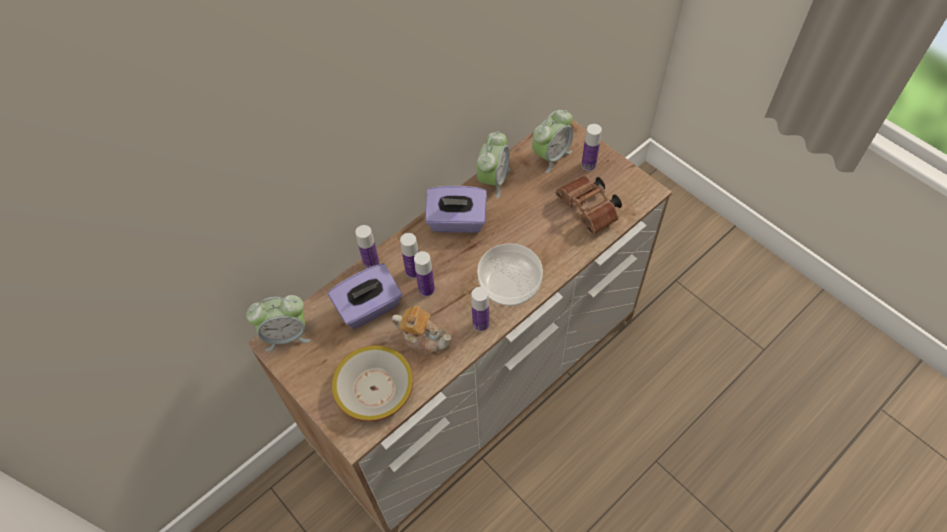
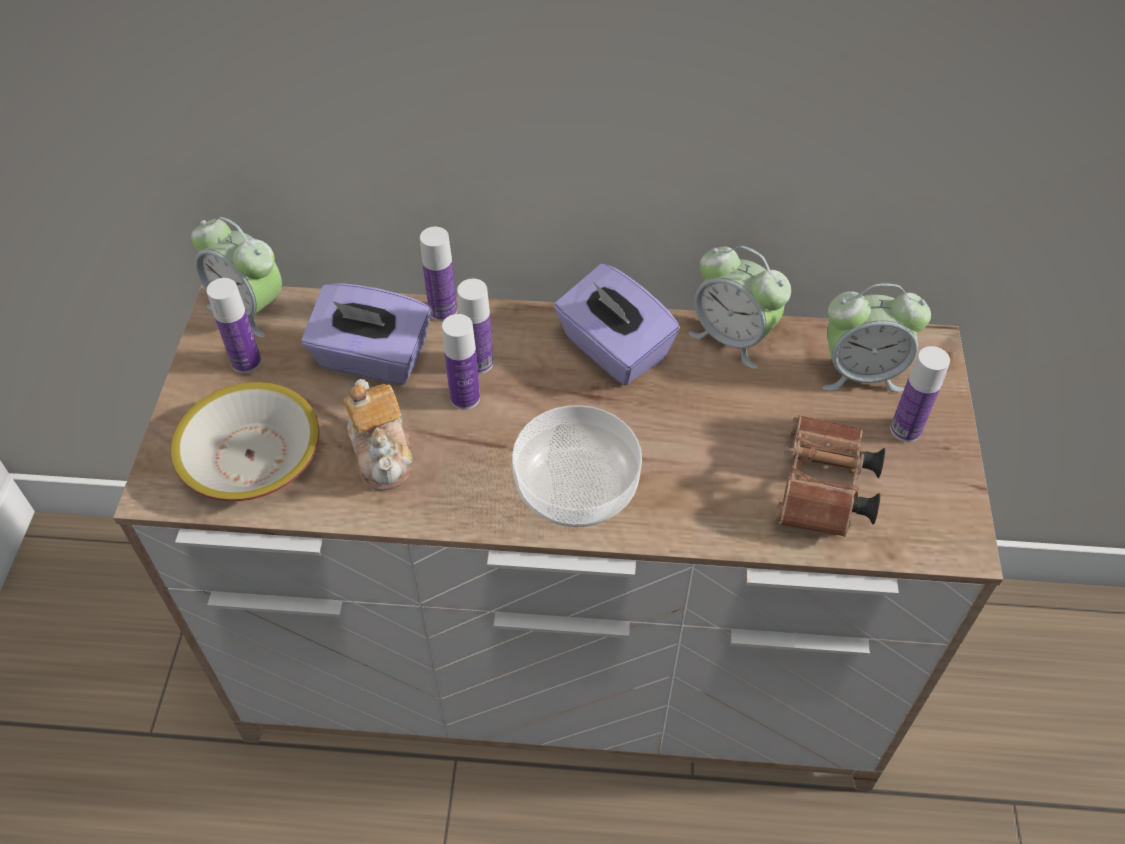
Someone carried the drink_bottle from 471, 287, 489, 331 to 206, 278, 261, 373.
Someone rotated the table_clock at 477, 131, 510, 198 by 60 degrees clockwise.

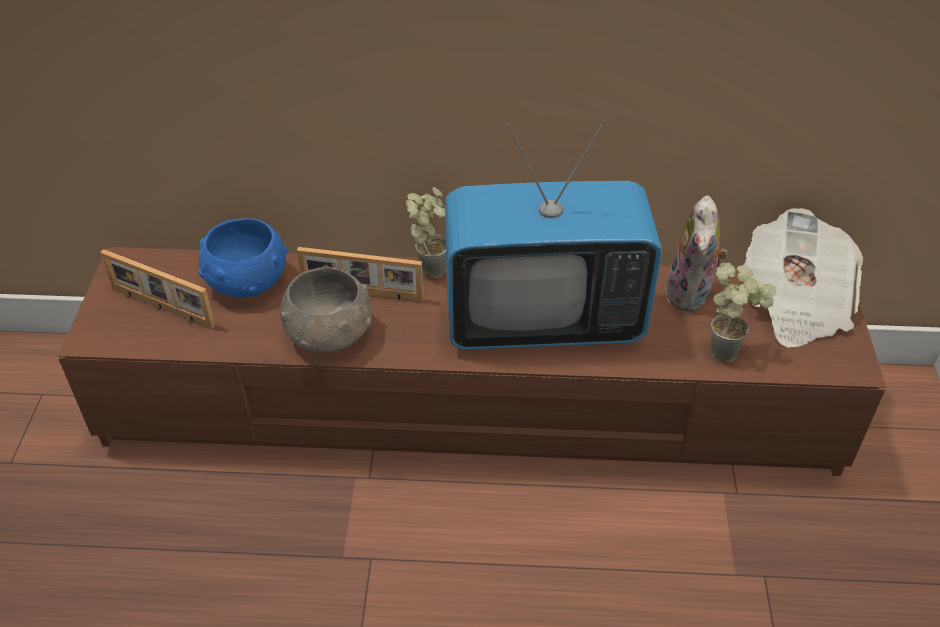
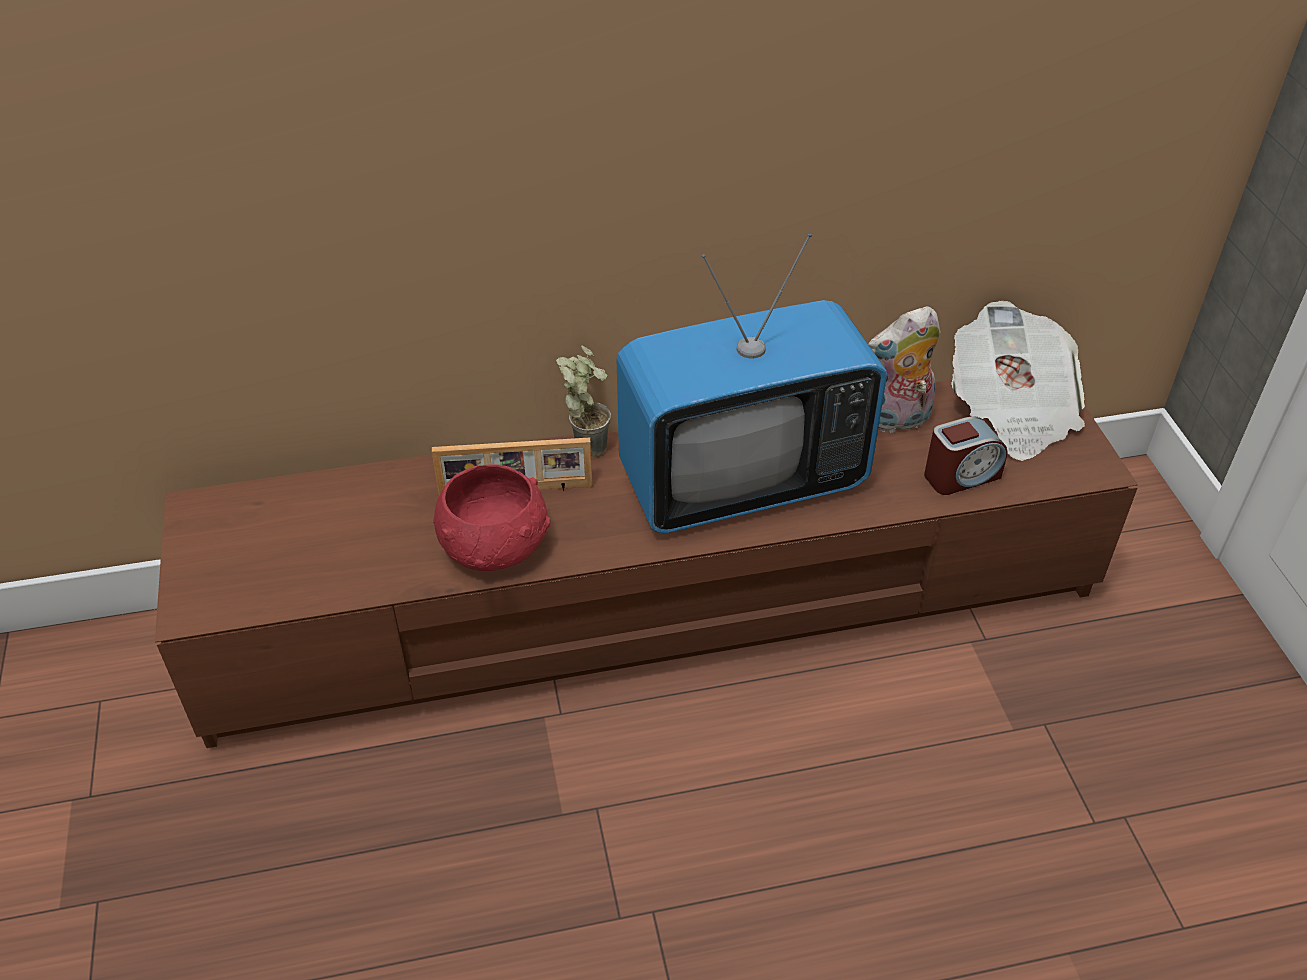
Someone took away the picture_frame at 100, 249, 215, 329.
Someone took away the bluish_serving_bowl at 198, 218, 288, 298.
Someone swapped the potted_plant at 710, 262, 776, 363 for the table_clock at 924, 416, 1008, 495.
Someone repainted the gray_serving_bowl at 280, 267, 372, 352, which became the red_serving_bowl at 433, 464, 550, 571.
Someone rotated the plush_toy at 665, 195, 728, 311 by 75 degrees clockwise.

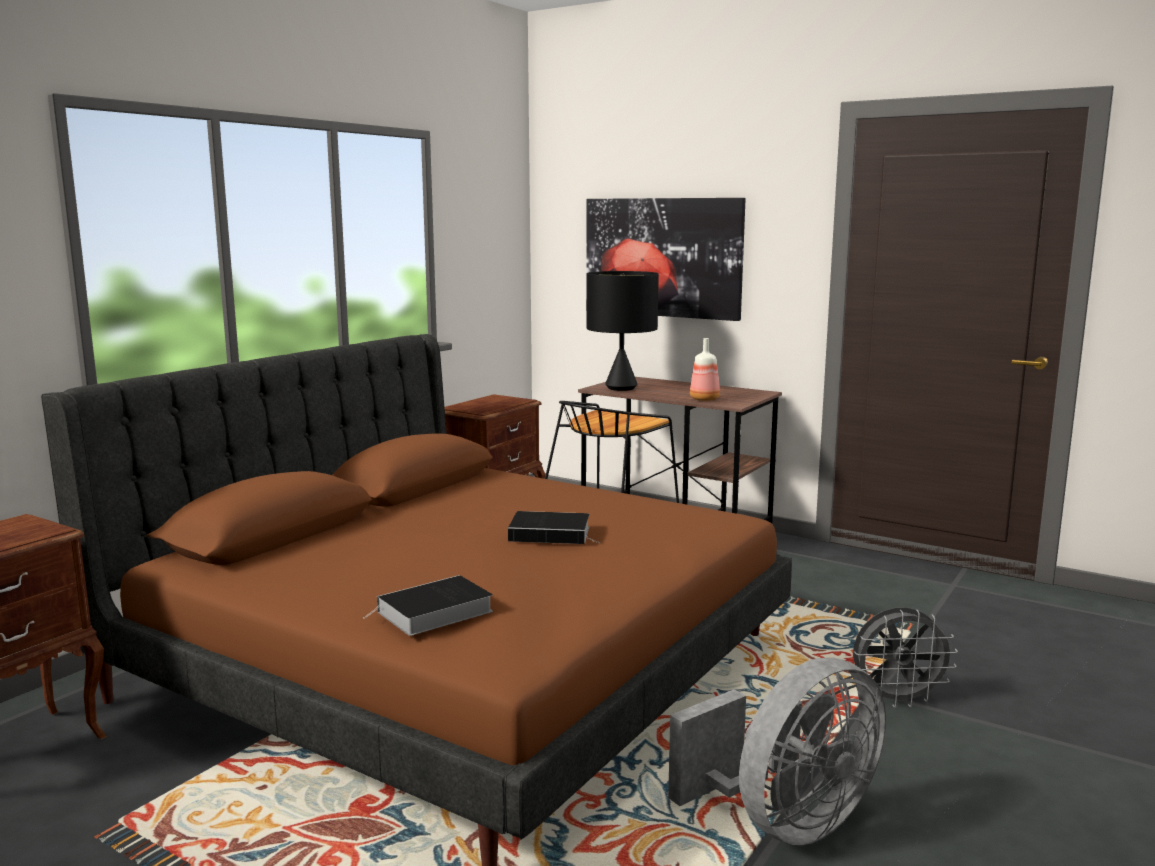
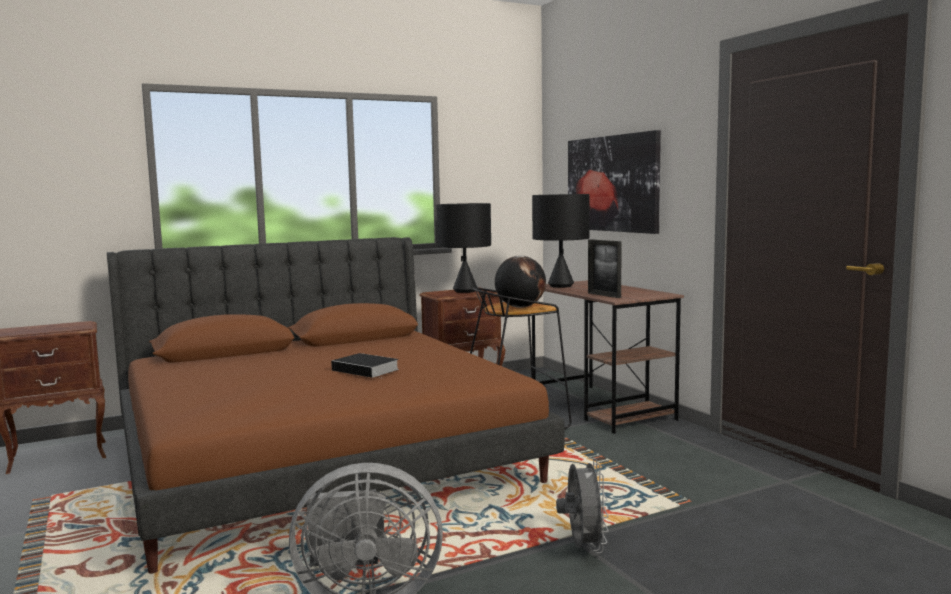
Someone took away the volume at 363, 575, 493, 636.
Someone put down the black_lamp_for_a_table at 436, 203, 491, 293.
Someone put down the desk_globe at 495, 256, 546, 308.
Someone swapped the drink_bottle at 690, 338, 720, 401 for the picture_frame at 588, 239, 622, 298.
Someone rotated the gray_cooling_fan at 853, 608, 958, 708 by 120 degrees counterclockwise.

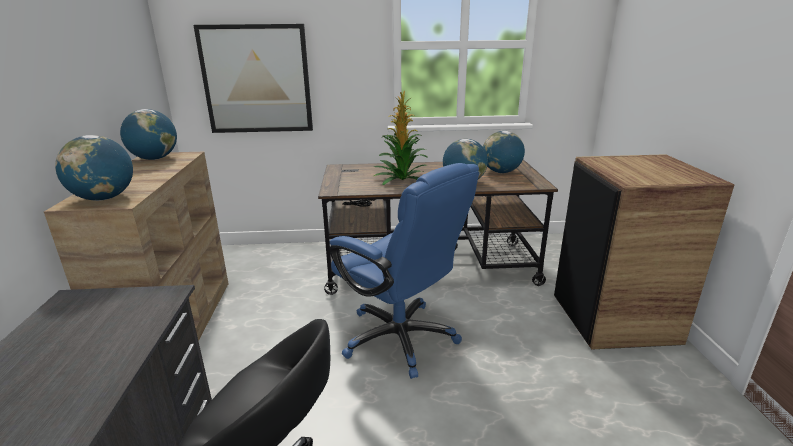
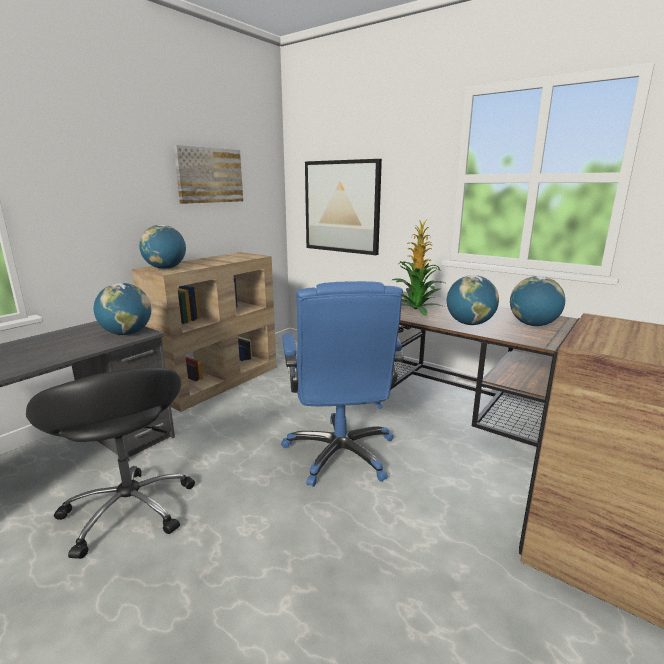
Someone put up the picture at 173, 145, 243, 204.
Someone carried the desk_globe from 120, 109, 177, 160 to 94, 283, 151, 335.

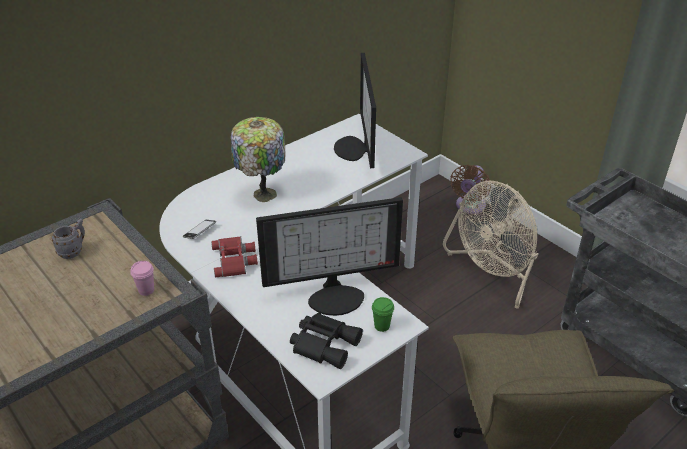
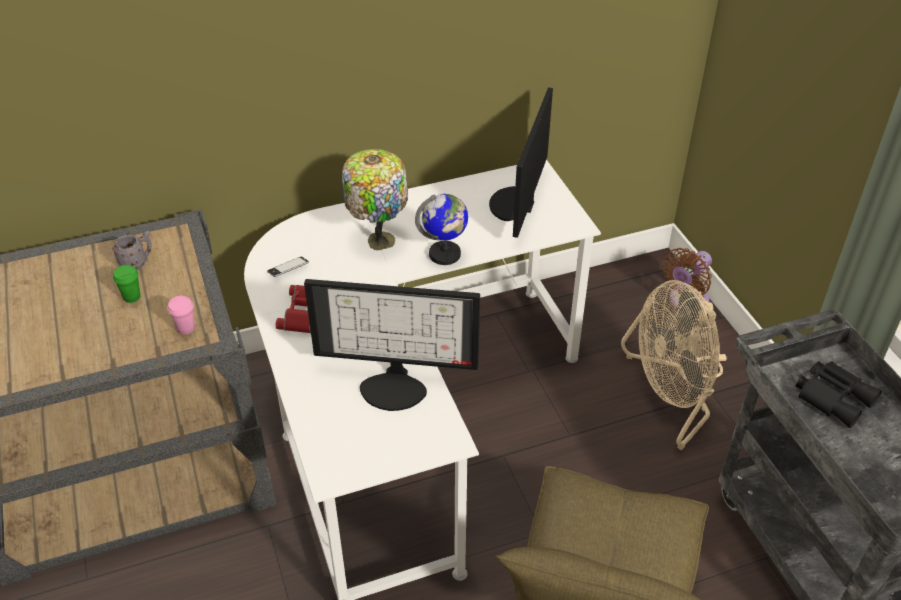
Someone put down the desk_globe at 415, 194, 468, 265.
Someone carried the black_field_glasses from 290, 313, 363, 369 to 796, 361, 882, 428.
Someone carried the green-coloured_cup from 372, 297, 394, 332 to 113, 265, 141, 303.

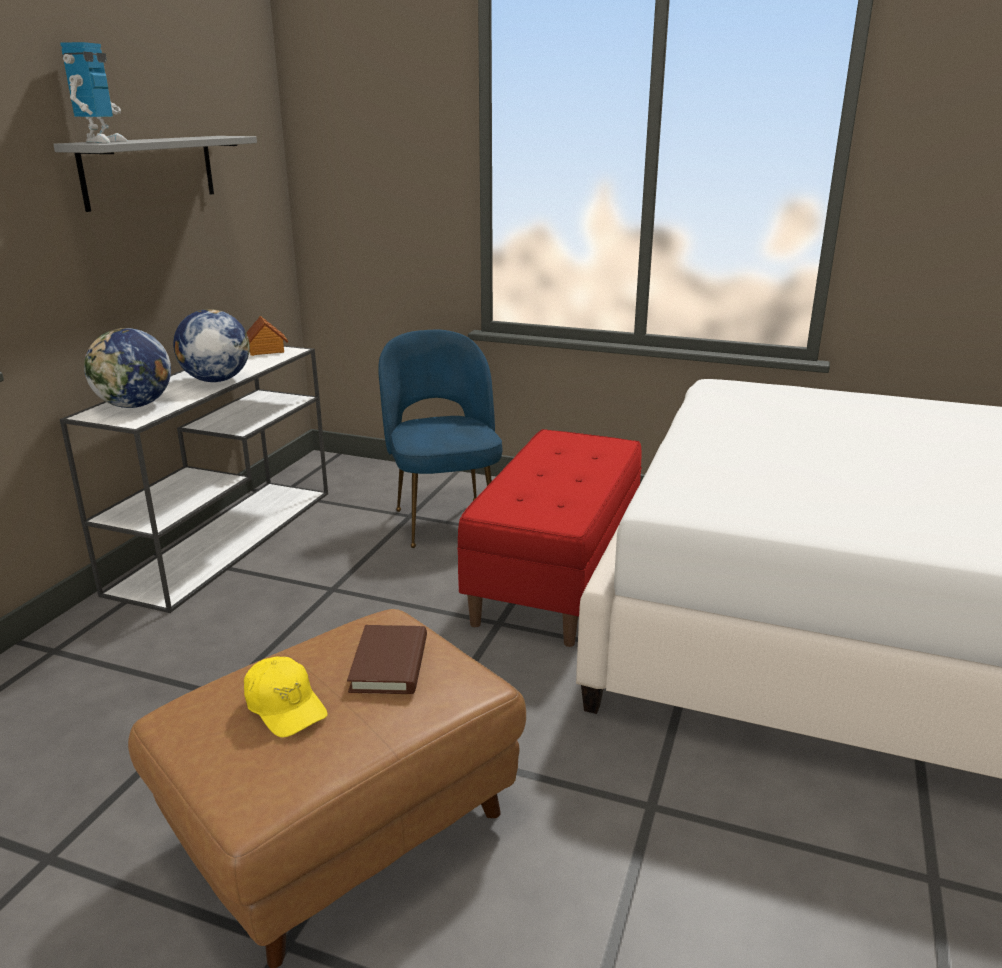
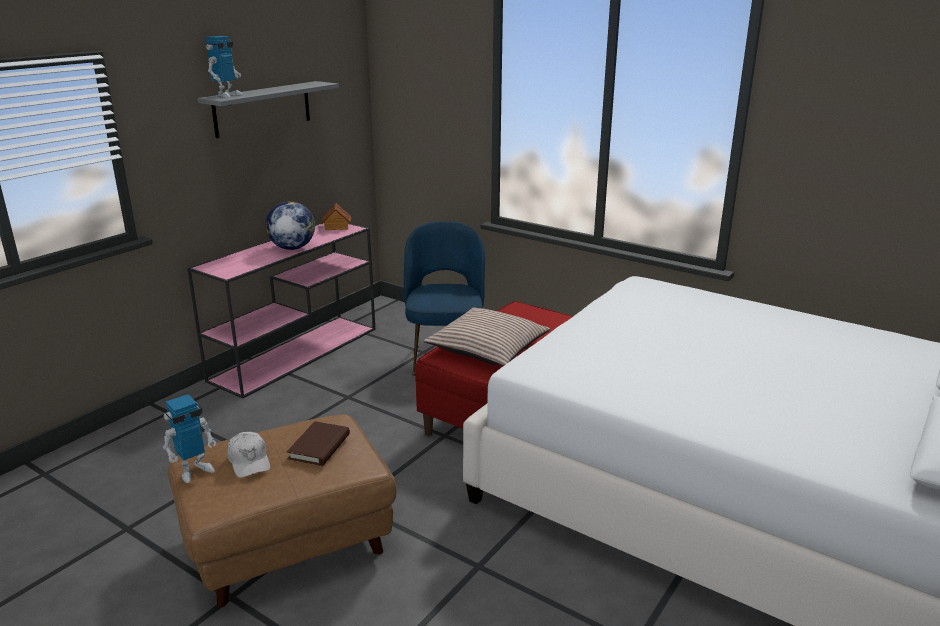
Someone took away the desk_globe at 84, 328, 171, 408.
Someone put down the model_robot at 163, 394, 216, 483.
Someone put down the cushion at 424, 307, 550, 366.
Someone repainted the whitish_narrow_table at 60, 346, 328, 613, which became the pink_narrow_table at 187, 223, 375, 399.
Someone repainted the yellow-coloured_peaked_cap at 244, 656, 328, 737, which became the whitish_peaked_cap at 227, 432, 270, 478.

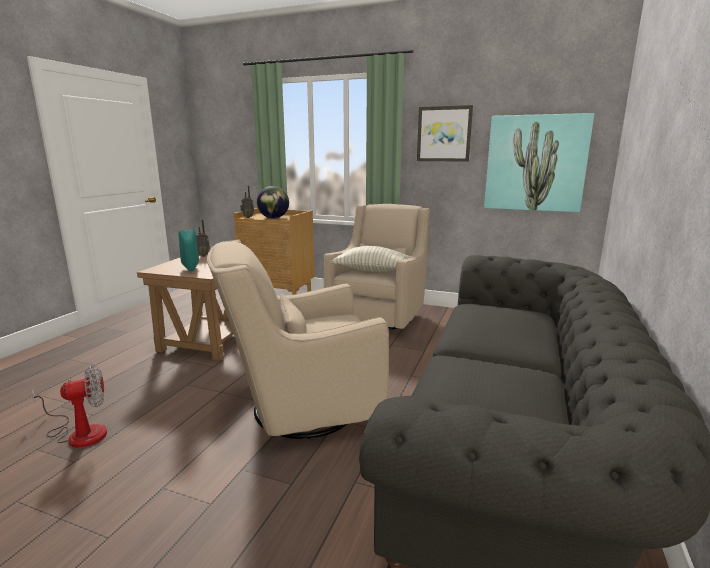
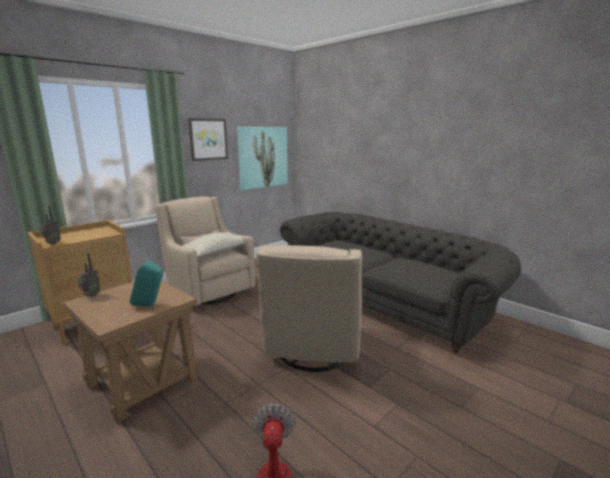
Someone took away the desk_globe at 257, 186, 289, 219.

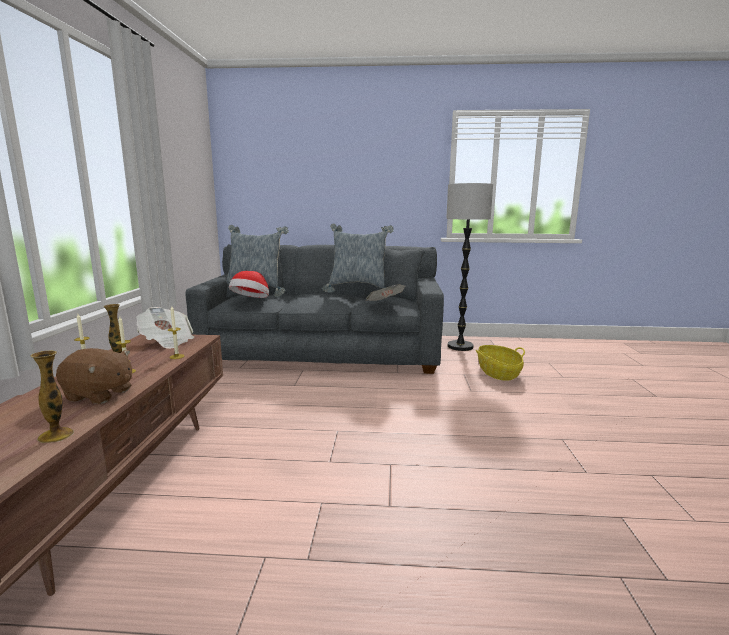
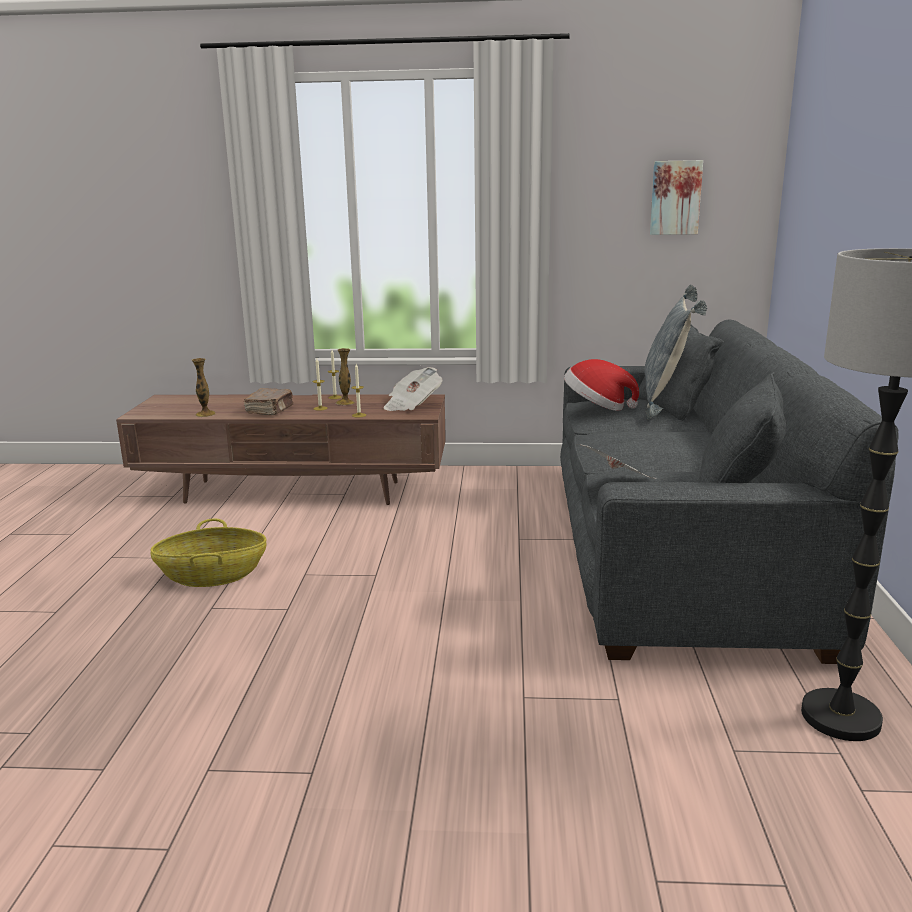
Someone took away the cushion at 322, 223, 394, 293.
Someone put up the picture at 650, 160, 703, 235.
Someone carried the basket from 476, 345, 525, 381 to 150, 518, 267, 587.
Someone swapped the brown_plush_toy at 56, 348, 132, 404 for the brown_volume at 244, 388, 294, 415.

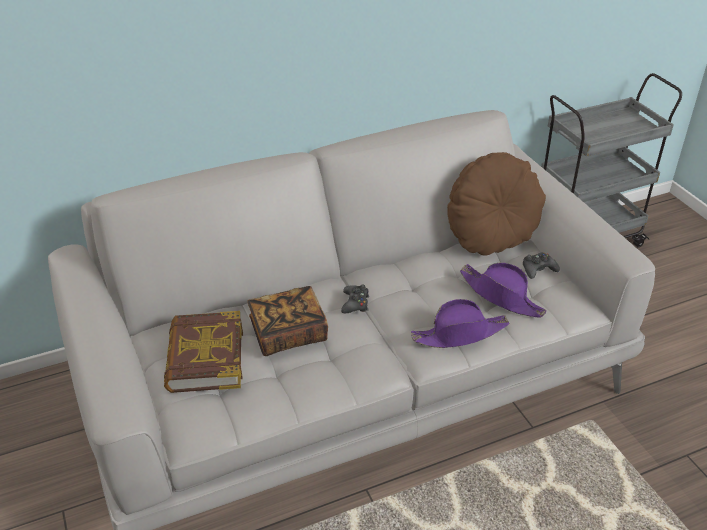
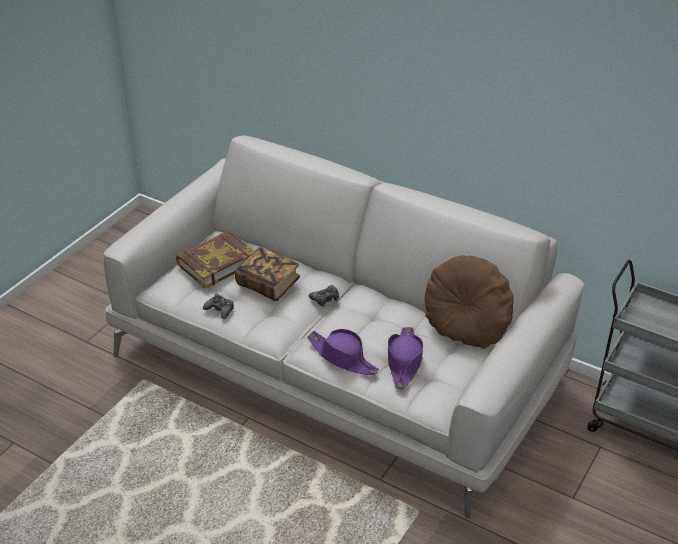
Someone carried the black_joypad from 523, 252, 560, 279 to 203, 294, 234, 319.

